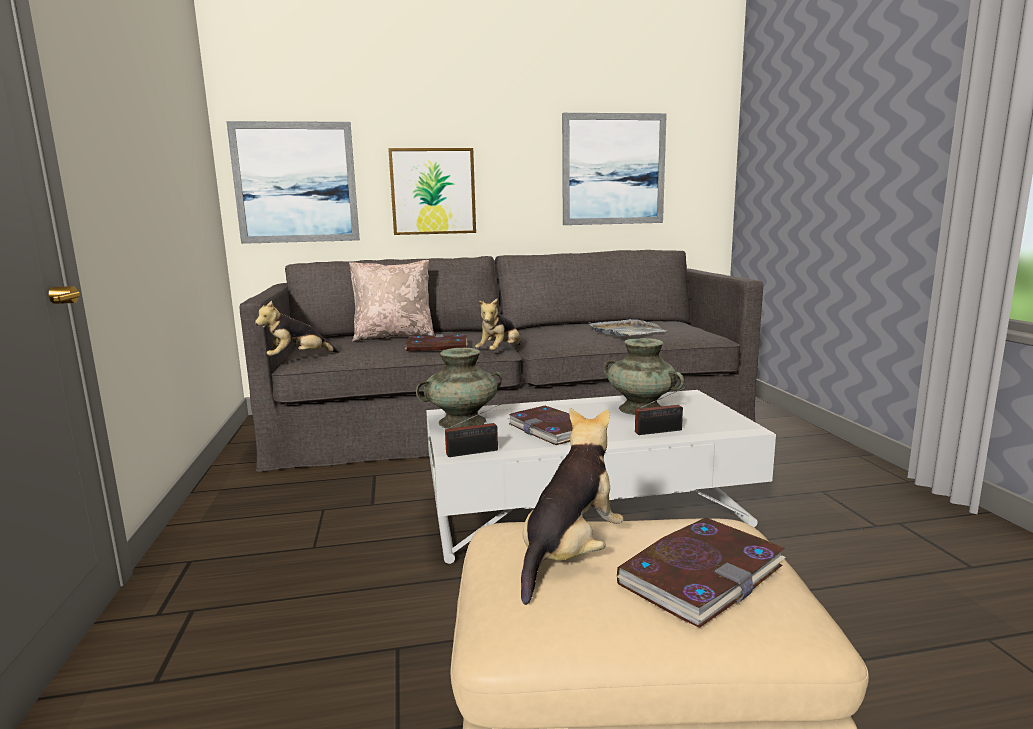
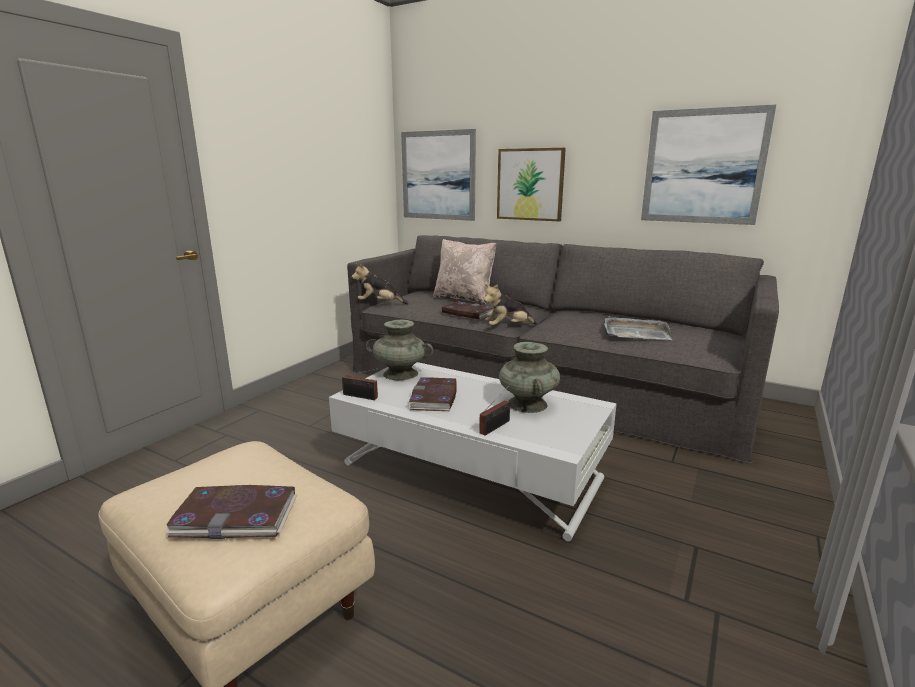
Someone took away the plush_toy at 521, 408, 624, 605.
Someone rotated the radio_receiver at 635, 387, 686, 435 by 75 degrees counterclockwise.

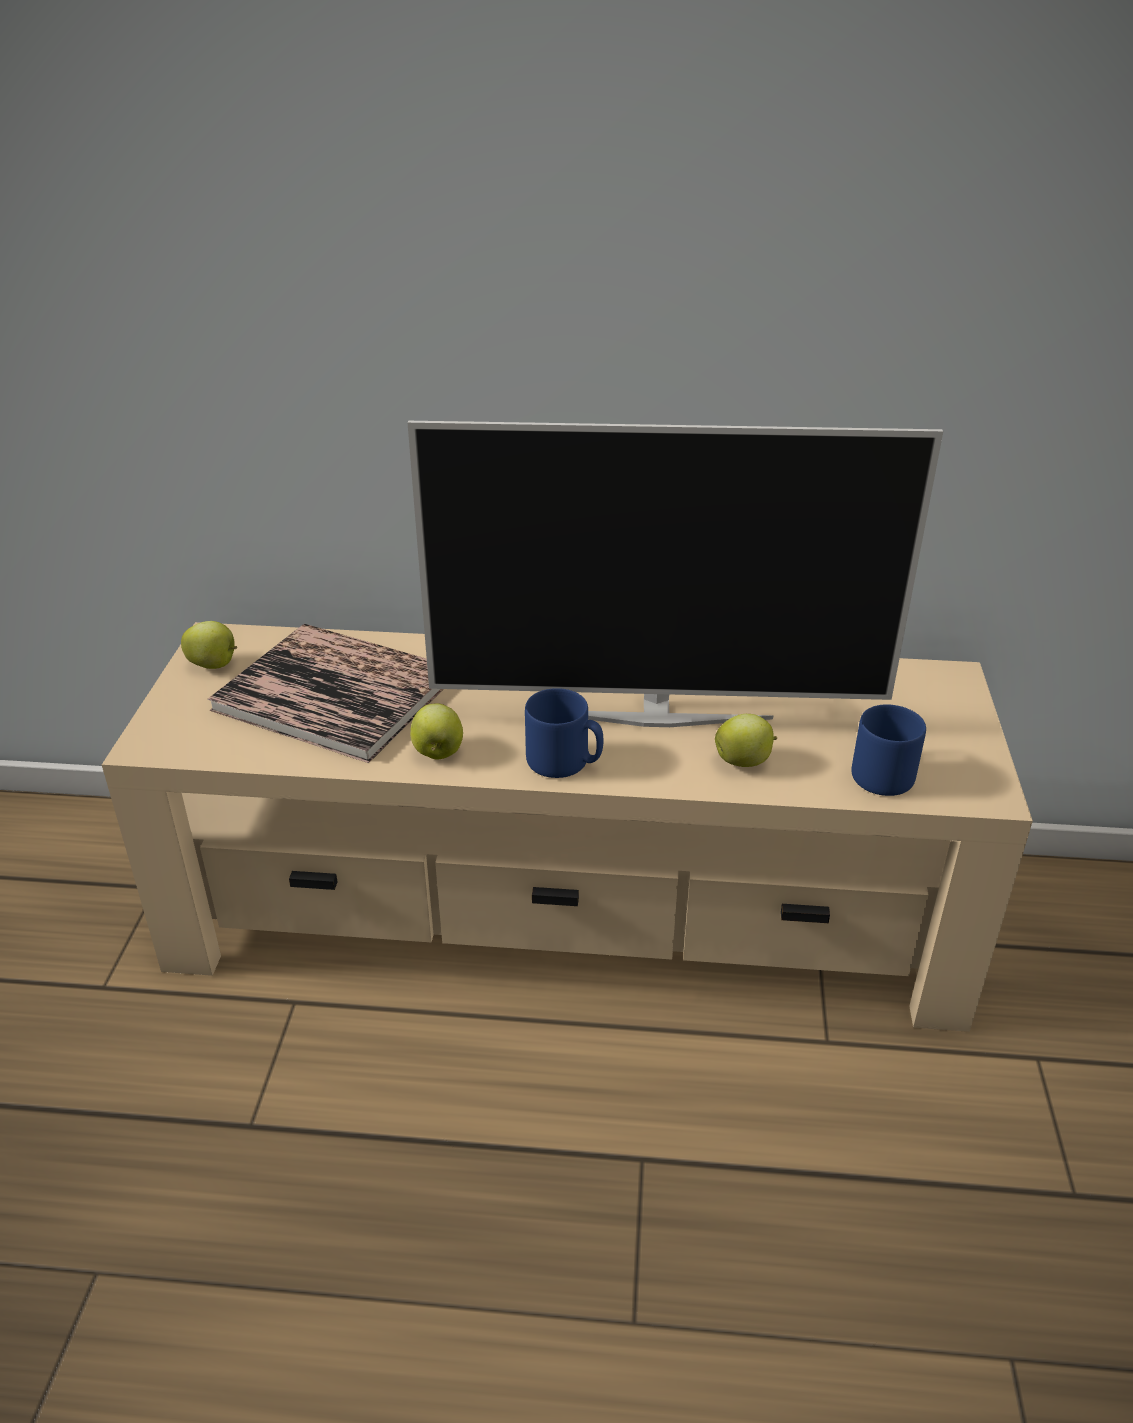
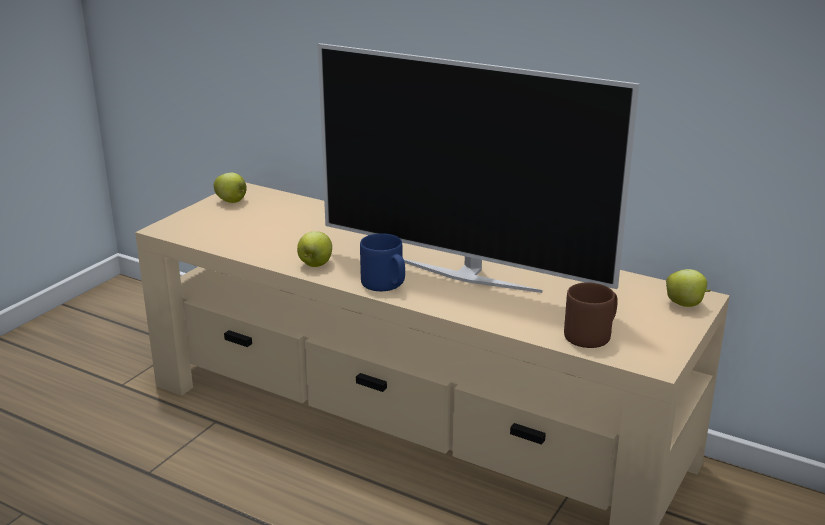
Someone took away the volume at 207, 624, 443, 763.
Someone carried the apple_fruit from 715, 714, 777, 767 to 666, 269, 711, 307.
Someone repainted the bluish_tea_mug at 852, 704, 926, 796, which became the brown_tea_mug at 564, 282, 618, 348.

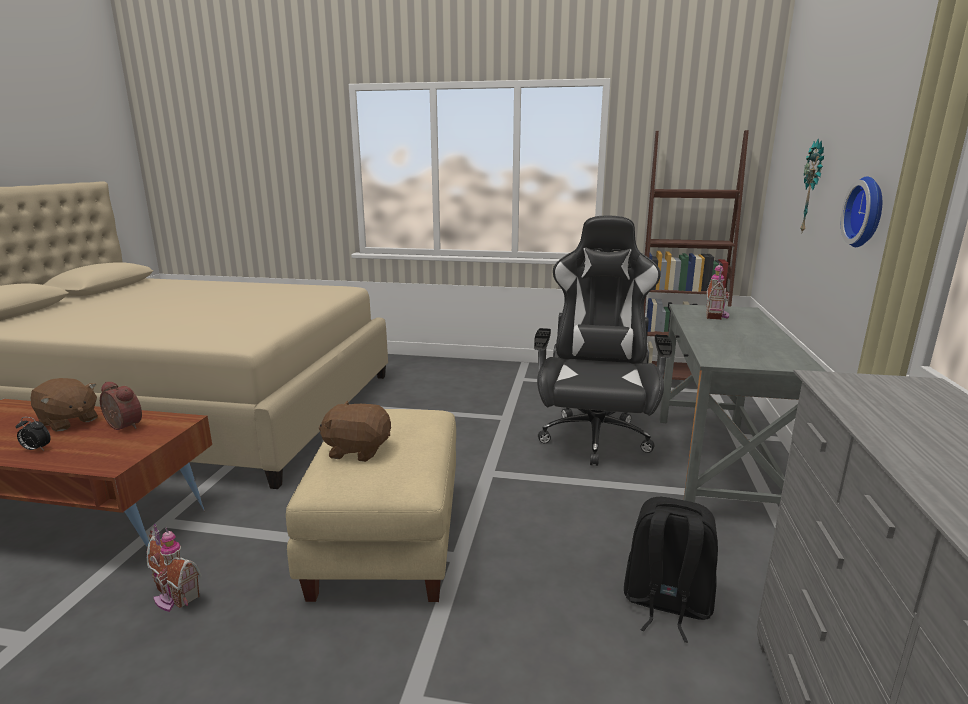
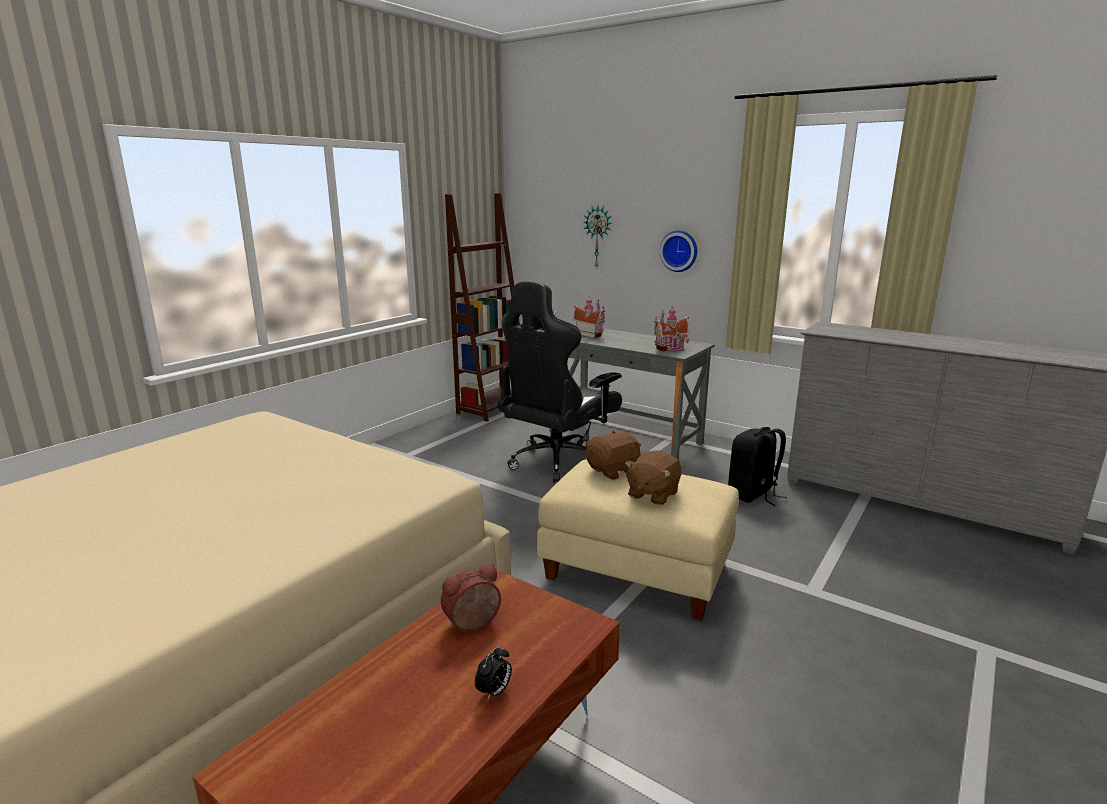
Someone carried the brown_plush_toy from 31, 378, 98, 431 to 586, 431, 641, 480.
Someone carried the toy_house from 147, 524, 202, 612 to 654, 306, 690, 352.
Someone rotated the black_computer_chair at 534, 216, 672, 466 by 90 degrees counterclockwise.

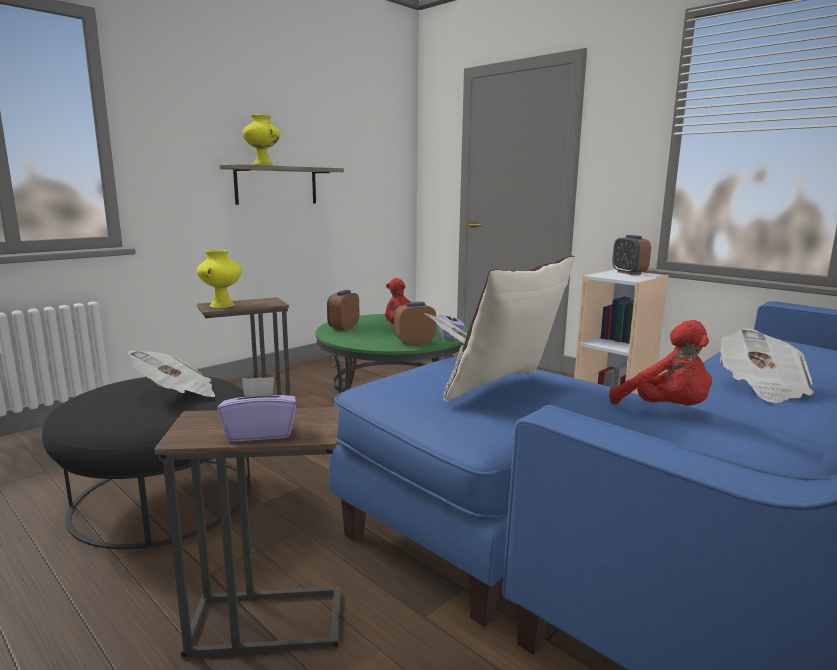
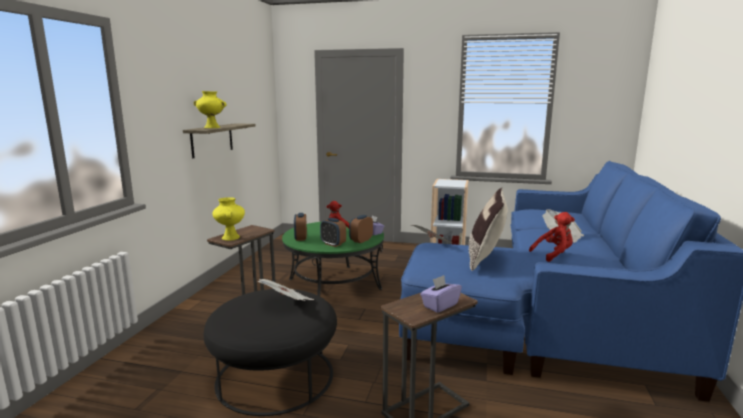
Someone carried the table_clock from 612, 235, 651, 275 to 320, 218, 346, 247.
Someone rotated the red_plush_toy at 609, 320, 712, 405 by 45 degrees counterclockwise.

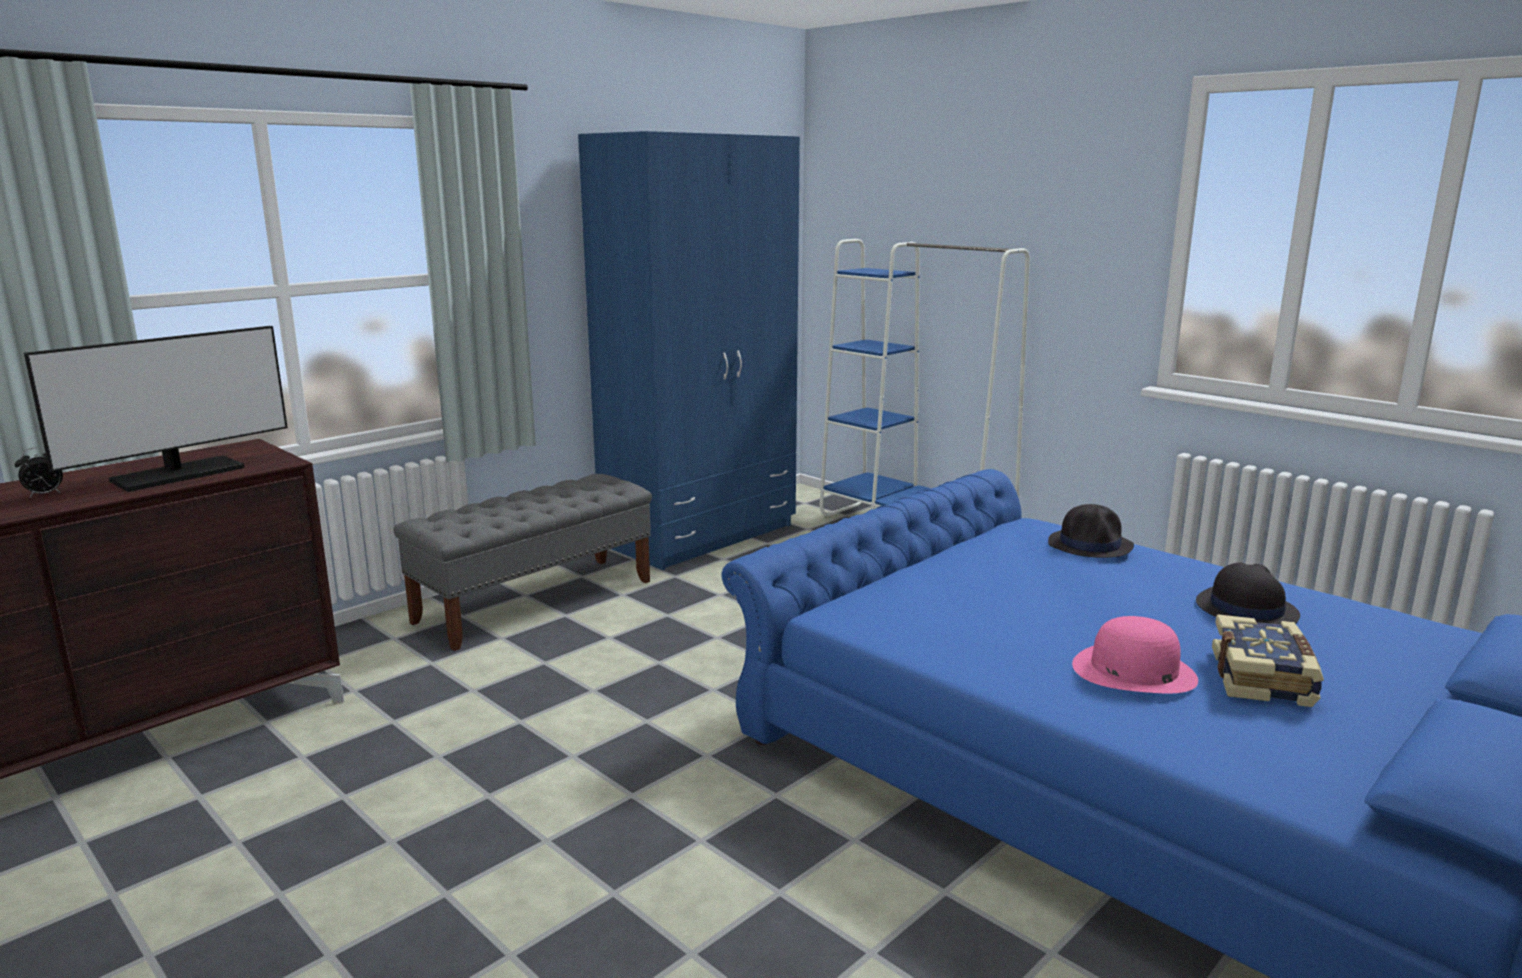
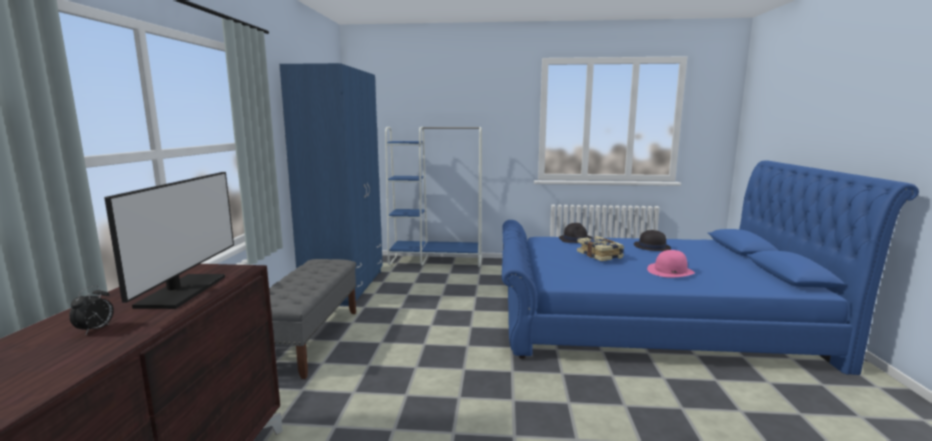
Someone carried the volume from 1212, 614, 1324, 707 to 577, 236, 624, 261.

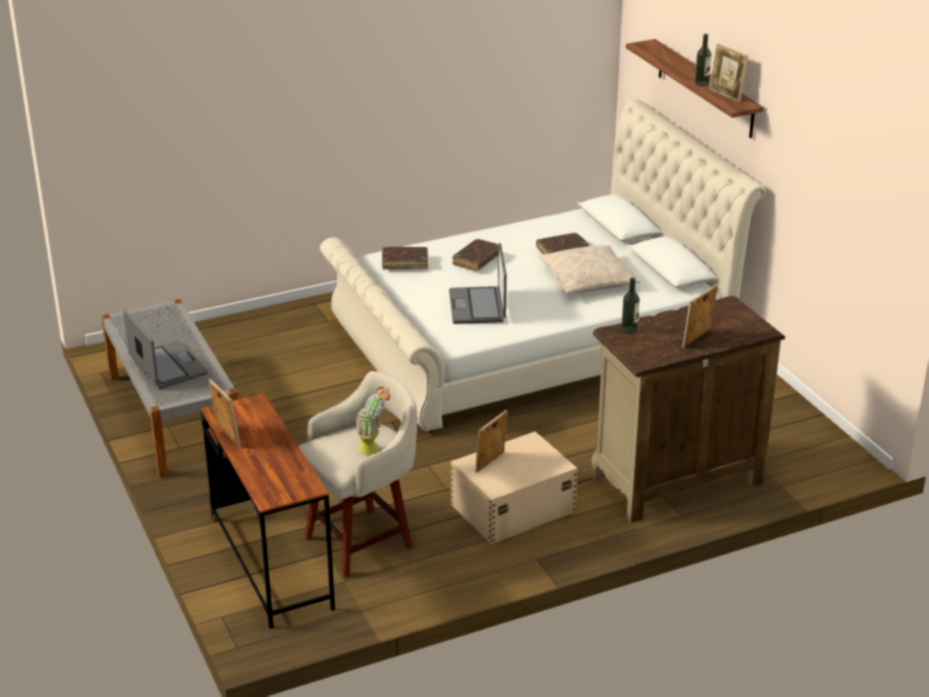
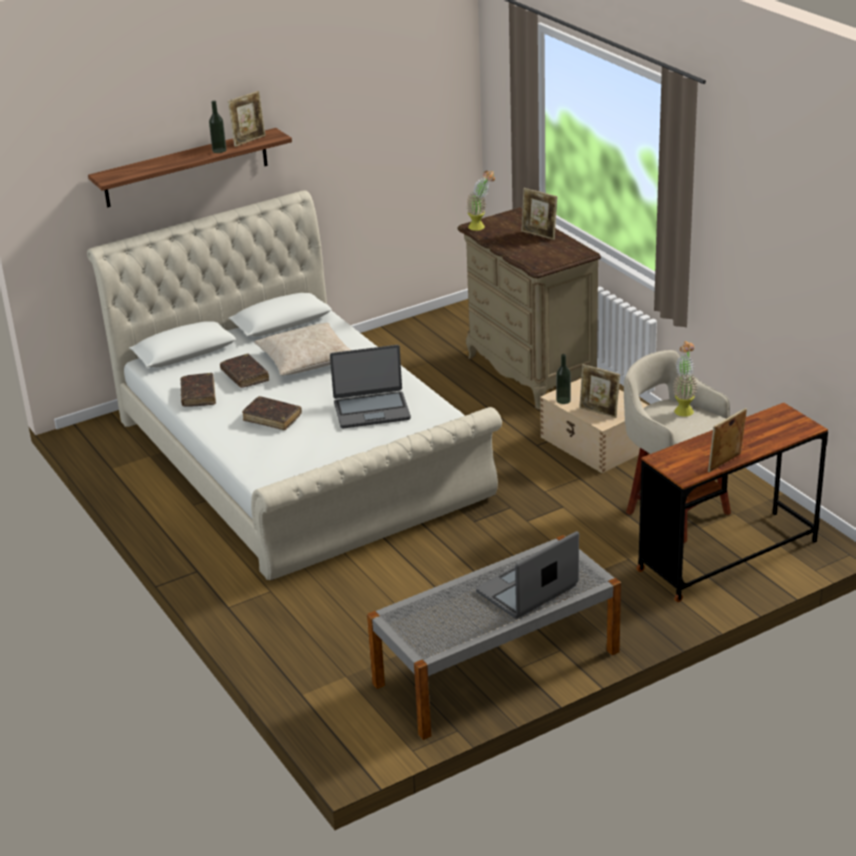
Someone put down the potted_plant at 466, 171, 495, 231.
Someone carried the brown_volume from 382, 247, 428, 269 to 180, 373, 216, 407.
Someone carried the drink_bottle from 621, 277, 640, 335 to 556, 354, 571, 404.

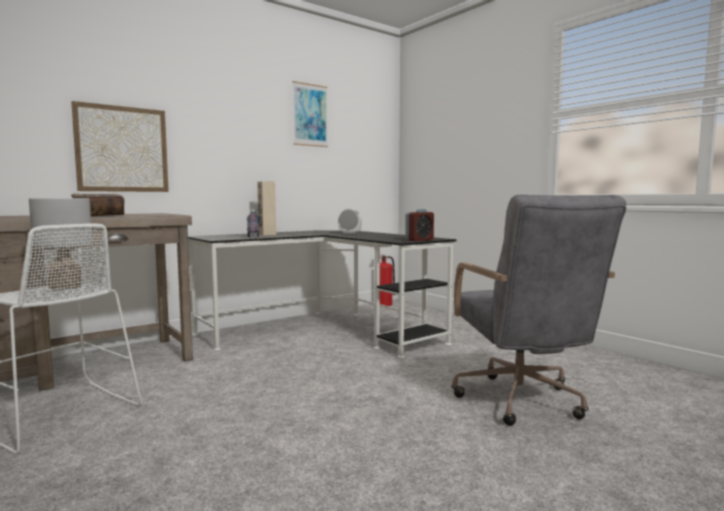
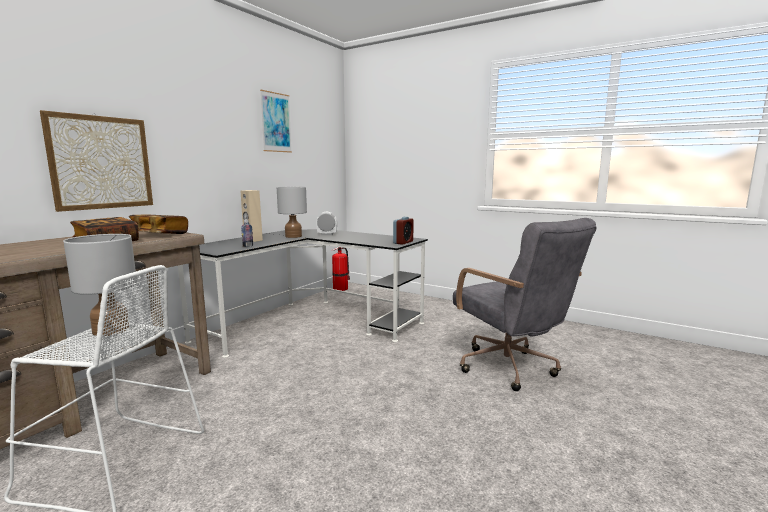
Someone put down the volume at 129, 215, 188, 234.
Someone put down the gray_lamp_for_a_table at 277, 186, 307, 238.

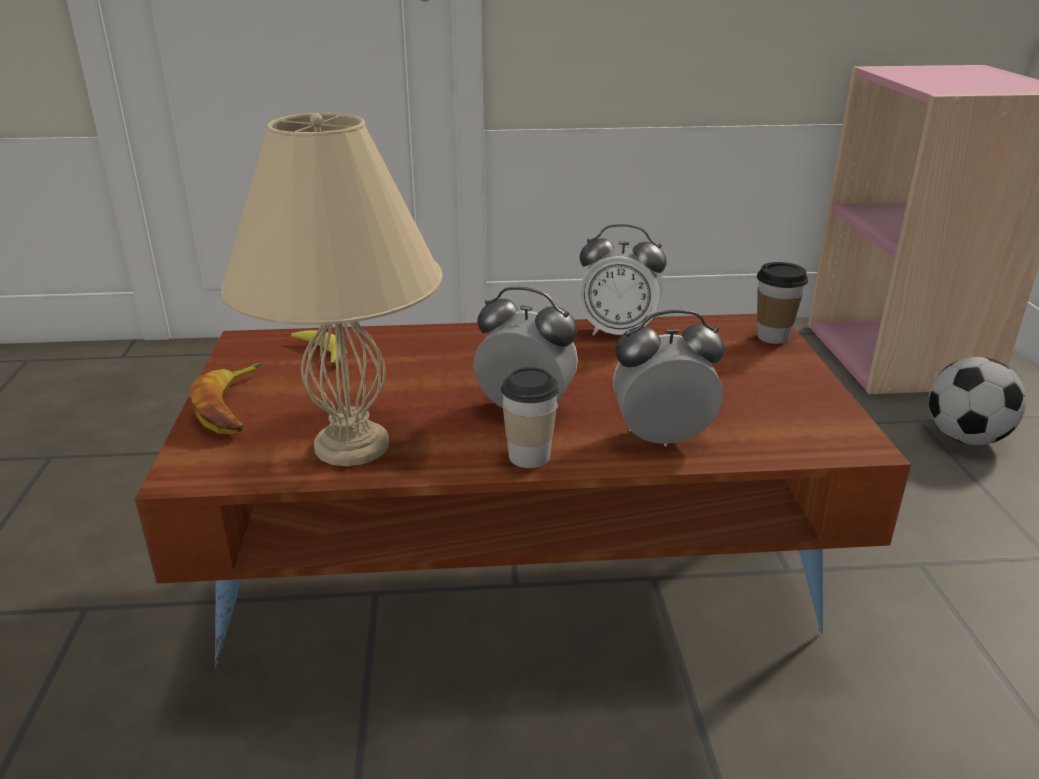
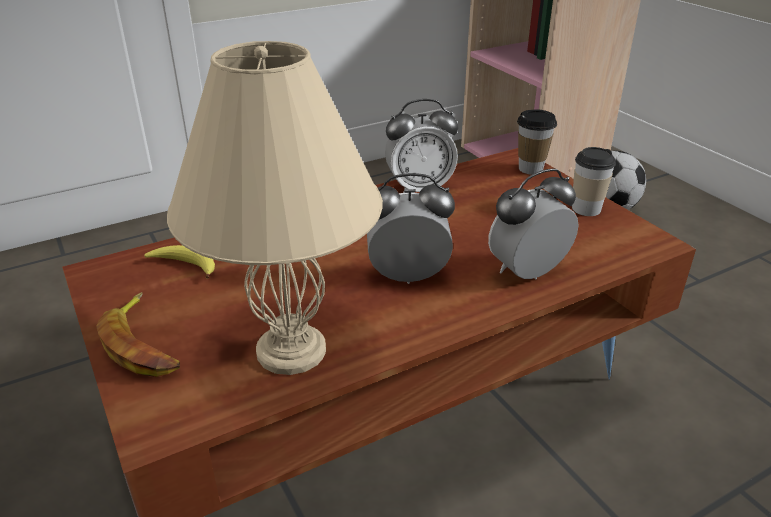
Someone carried the cup from 501, 367, 559, 468 to 572, 147, 616, 216.

